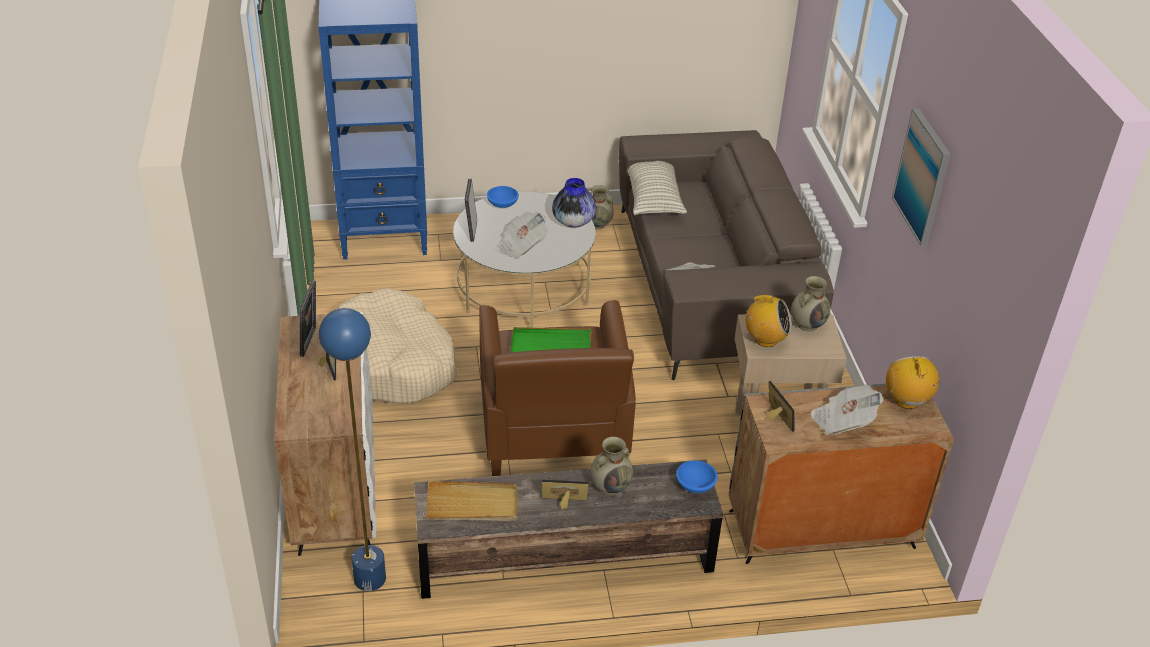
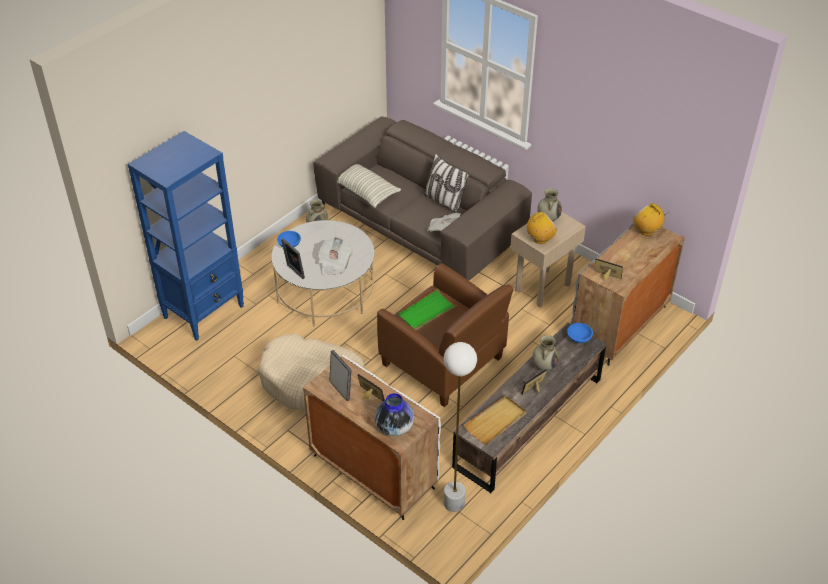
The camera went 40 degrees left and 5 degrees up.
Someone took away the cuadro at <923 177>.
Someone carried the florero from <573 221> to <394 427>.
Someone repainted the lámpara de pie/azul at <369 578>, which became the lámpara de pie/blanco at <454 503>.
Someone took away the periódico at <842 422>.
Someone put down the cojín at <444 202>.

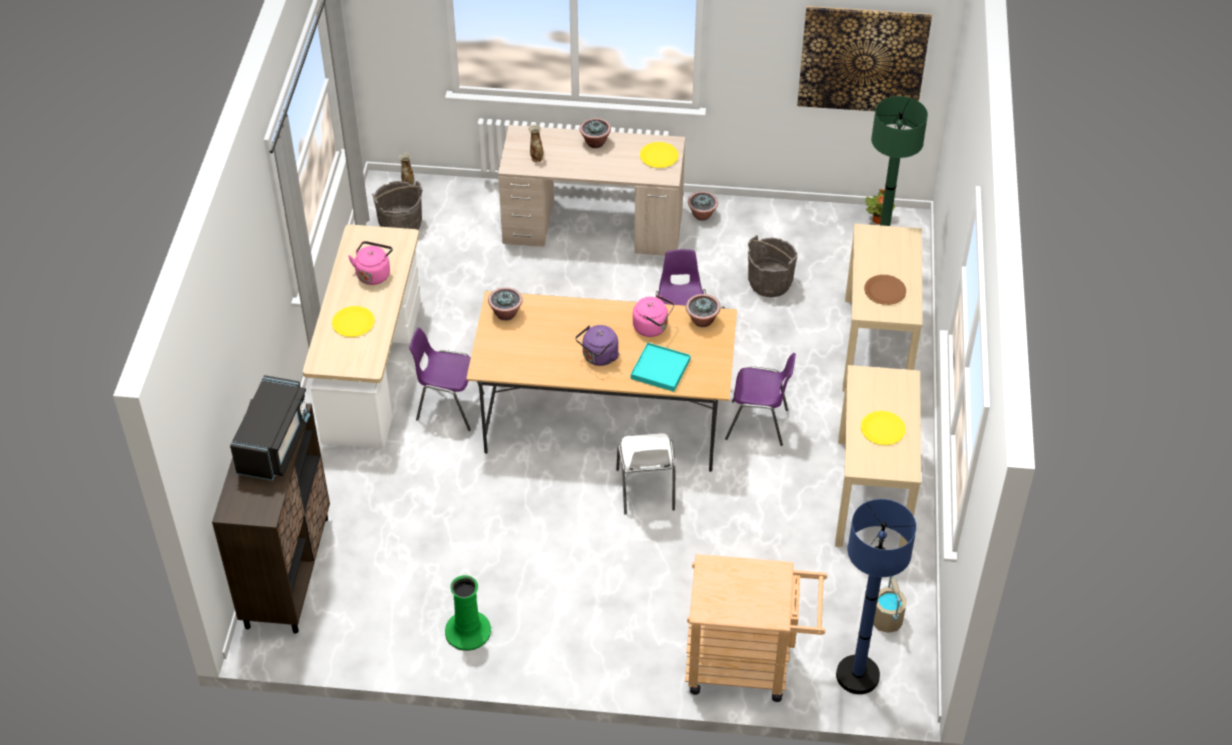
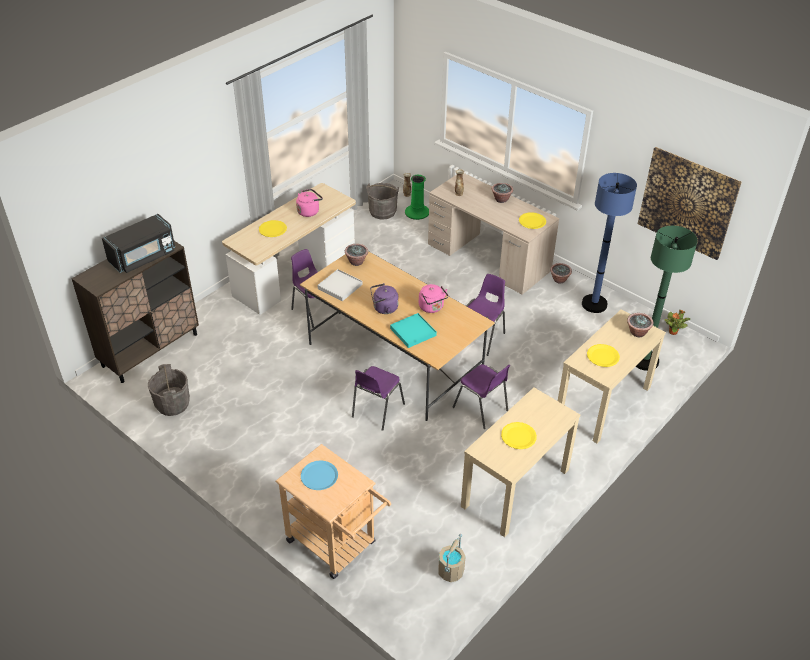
The camera went 35 degrees right and 5 degrees down.
Someone carried the cubo/gris from <770 283> to <173 404>.
Someone repainted the plato/marrón at <885 291>, which became the plato/amarillo at <603 356>.
Someone carried the planta en maceta from <702 321> to <637 333>.
Someone repainted the silla/blanco at <646 491>, which became the silla/morado at <376 411>.
Someone carried the lámpara de pie/azul from <857 675> to <594 304>.
Someone carried the florero/verde from <467 631> to <416 212>.
Someone put down the bandeja/blanco at <340 286>.
Someone put down the plato/azul at <319 476>.

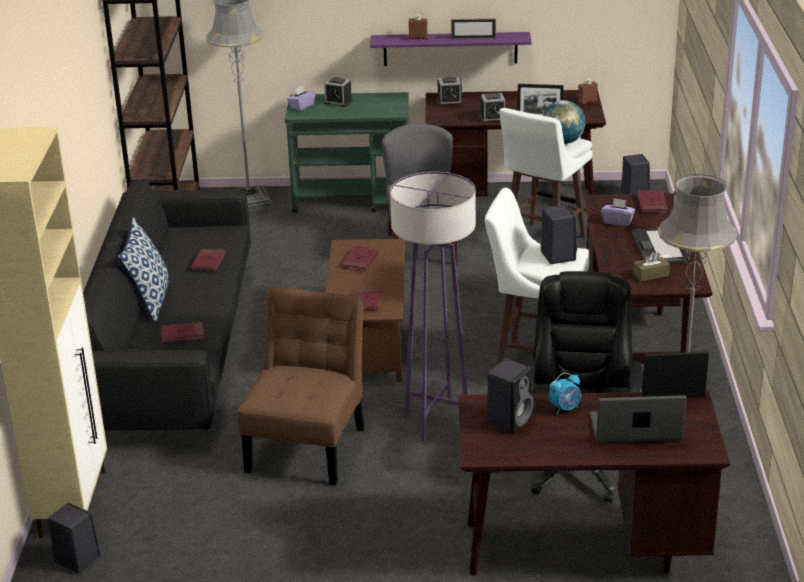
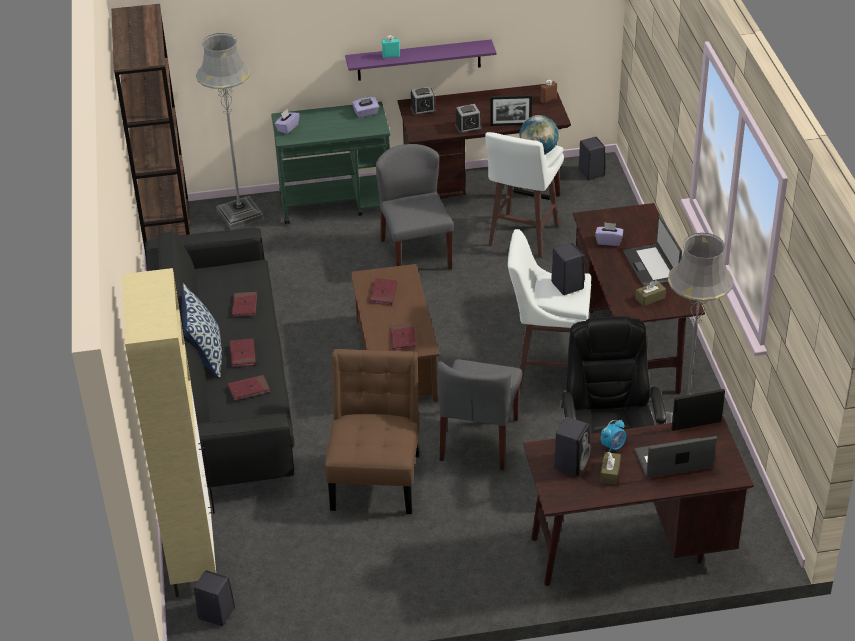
The camera went 10 degrees left and 10 degrees up.
Someone repainted the botella/marrón at <418 38>, which became the botella/turquesa at <391 56>.
Someone took away the portarretratos at <473 38>.
Someone took away the despertador at <338 102>.
Someone swapped the lámpara de pie/morado at <437 421> for the silla/gris at <479 440>.
Someone carried the libro/rojo from <652 204> to <243 354>.
Someone put down the caja de pañuelos/morado at <366 113>.
Someone put down the caja de pañuelos/marrón at <610 472>.

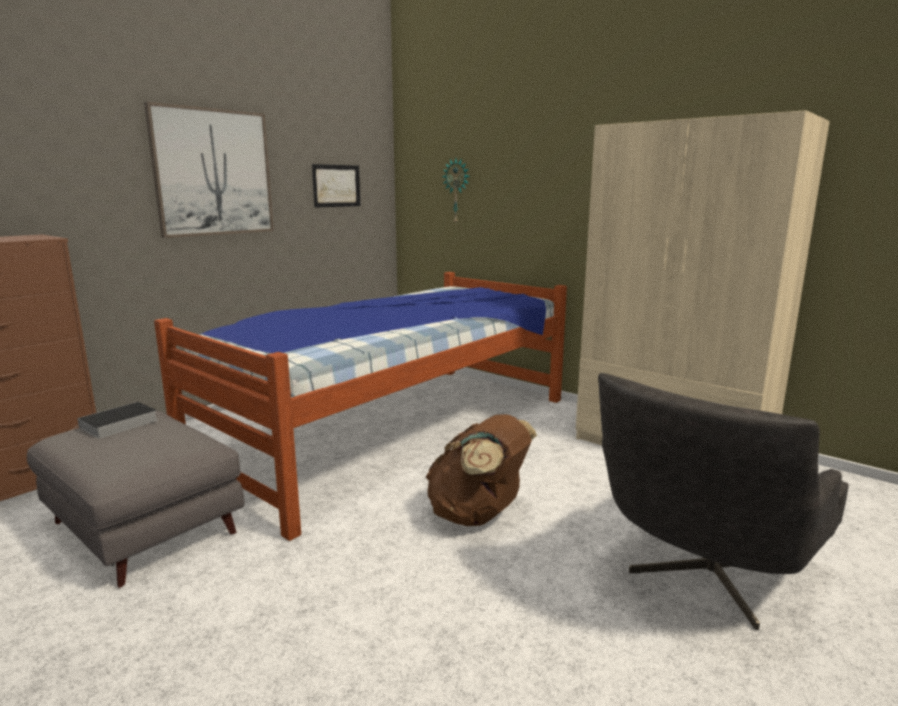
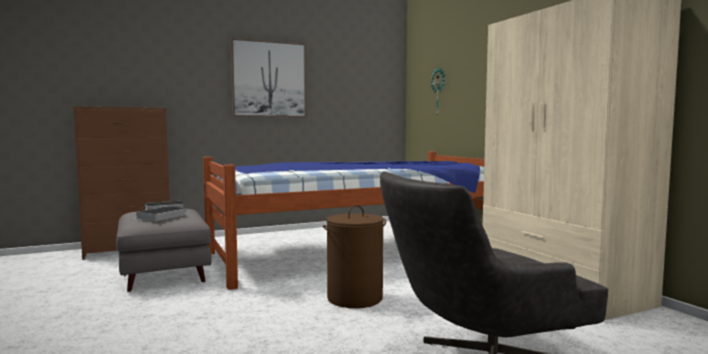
The camera went 25 degrees right and 10 degrees down.
Someone took away the cuadro at <336 186>.
Someone swapped the mochila/marrón at <478 515> for the cesto de la ropa/marrón at <354 298>.
Someone put down the libro at <160 217>.

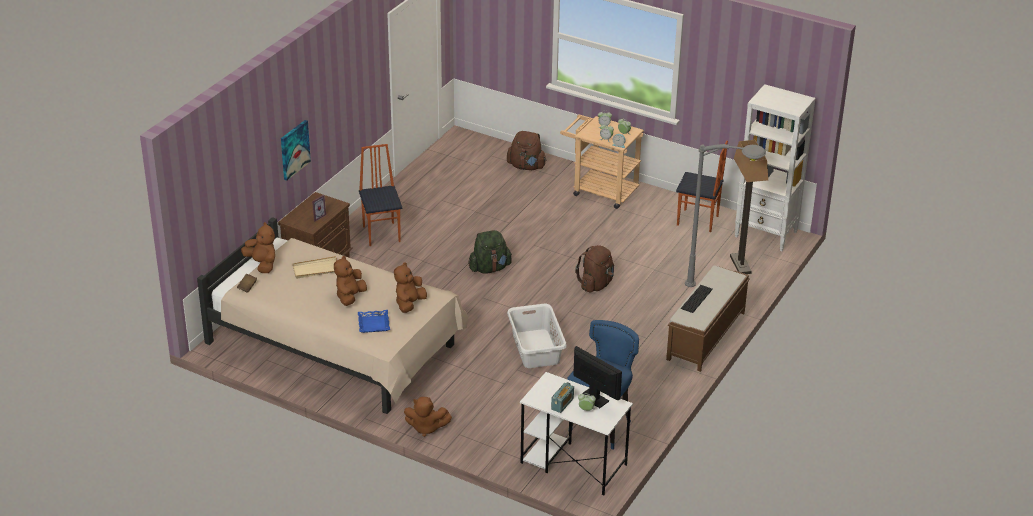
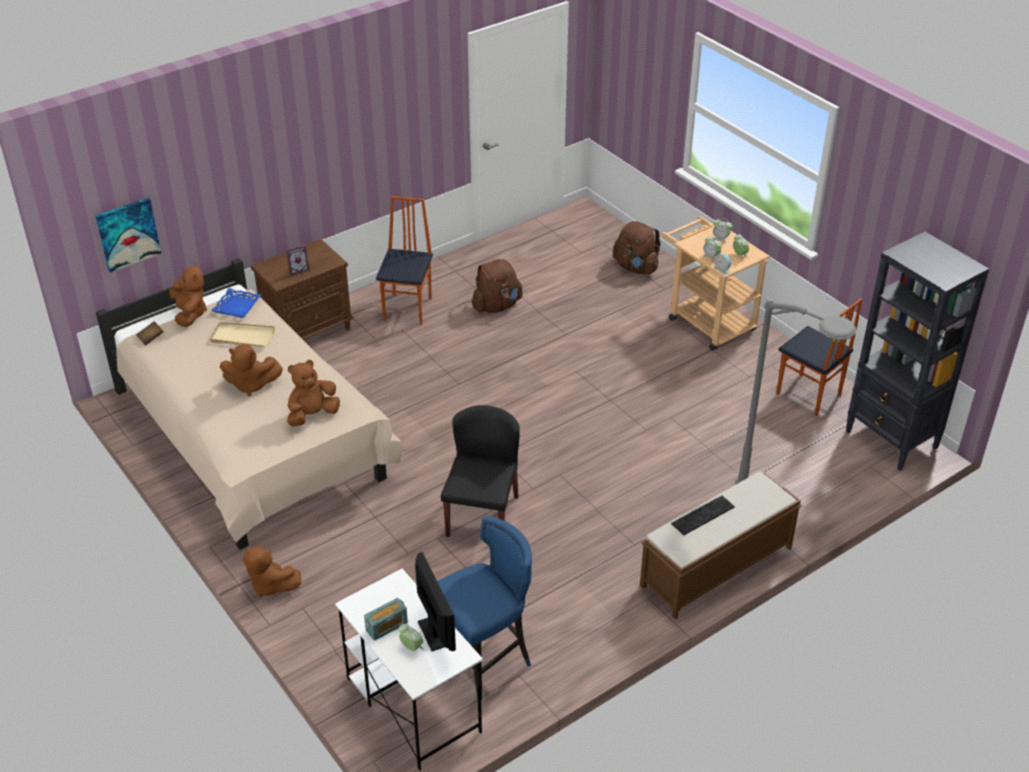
The camera went 25 degrees right and 5 degrees up.
Someone repainted the estantería/blanco at <766 234>, which became the estantería/negro at <892 440>.
Someone carried the cuadro from <294 149> to <128 234>.
Someone took away the lámpara de pie at <740 265>.
Someone took away the mochila/verde at <489 268>.
Someone carried the mochila/marrón from <596 285> to <497 306>.
Someone rotated the peluche/marrón at <350 297> by 135 degrees counterclockwise.
Someone swapped the cesto de la ropa/blanco at <536 348> for the silla/negro at <482 515>.
Someone carried the bandeja/azul from <374 324> to <237 306>.

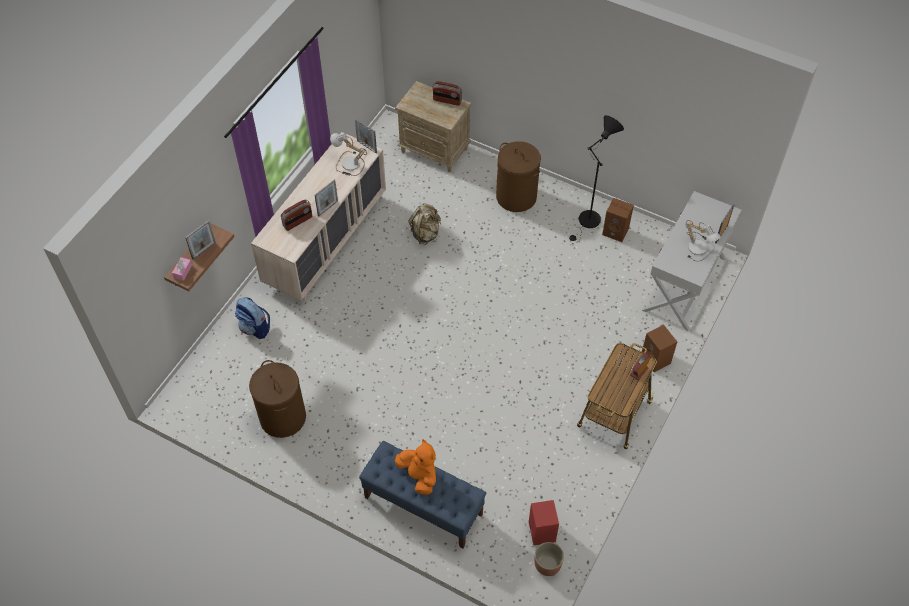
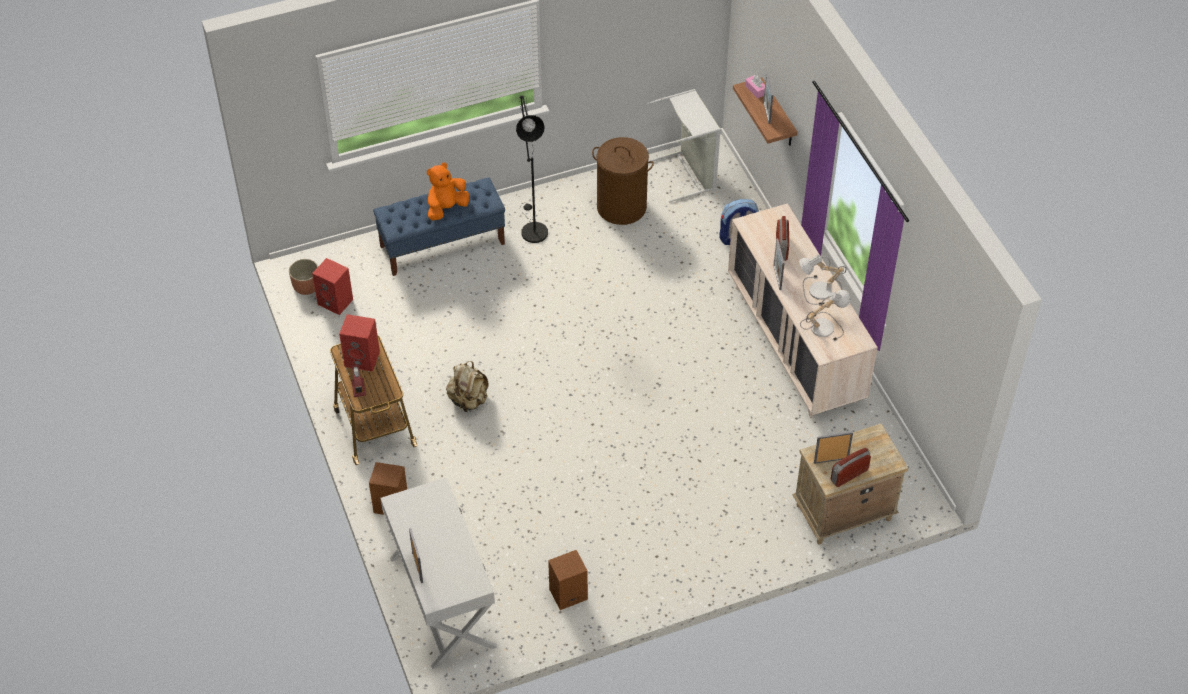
The camera went 130 degrees right and 5 degrees down.
Someone carried the lámpara de pie/negro from <587 223> to <532 229>.
Someone carried the portarretratos from <366 146> to <831 460>.
Someone took away the cesto de la ropa/marrón at <516 197>.
Someone carried the mochila/beis from <426 233> to <468 400>.
Someone carried the lámpara de mesa from <699 247> to <819 293>.
Someone rotated the peluche/naranja at <419 475> by 135 degrees clockwise.
Someone put down the cesto de la ropa/gris at <688 173>.
Someone put down the altavoz/rojo at <363 359>.

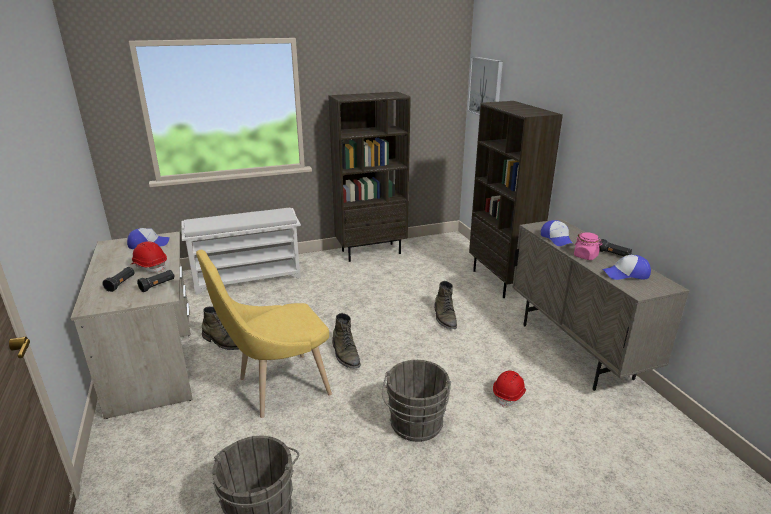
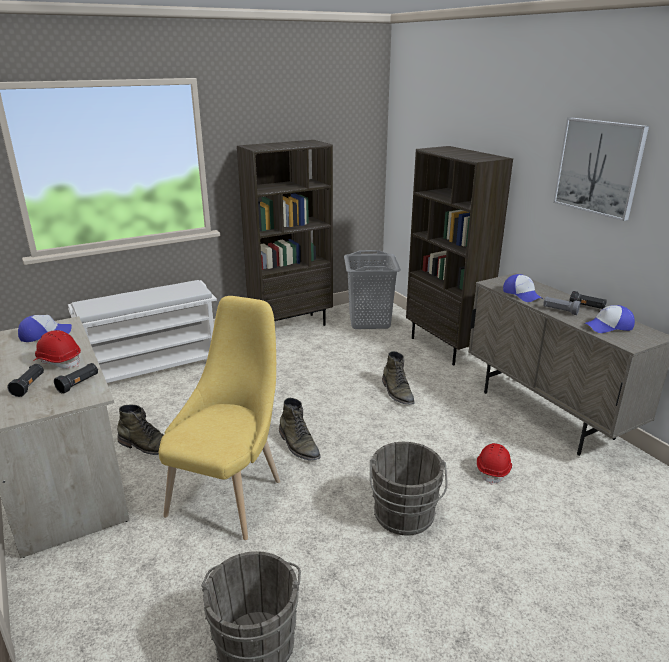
The camera went 10 degrees left and 0 degrees up.
Someone carried the cuadro from <485 87> to <599 167>.
Someone swapped the tarro/rosa at <585 256> for the linterna/gris at <560 311>.
Someone rotated the silla/amarillo at <277 388> by 150 degrees clockwise.
Someone put down the cesto de la ropa/gris at <369 321>.

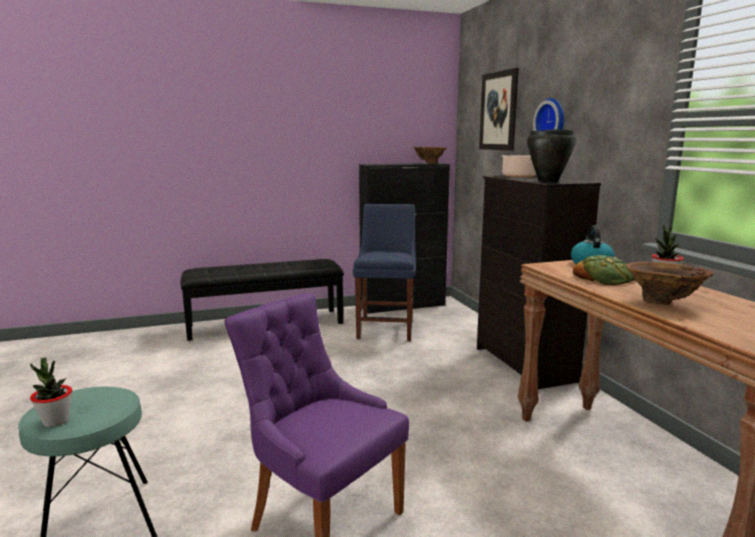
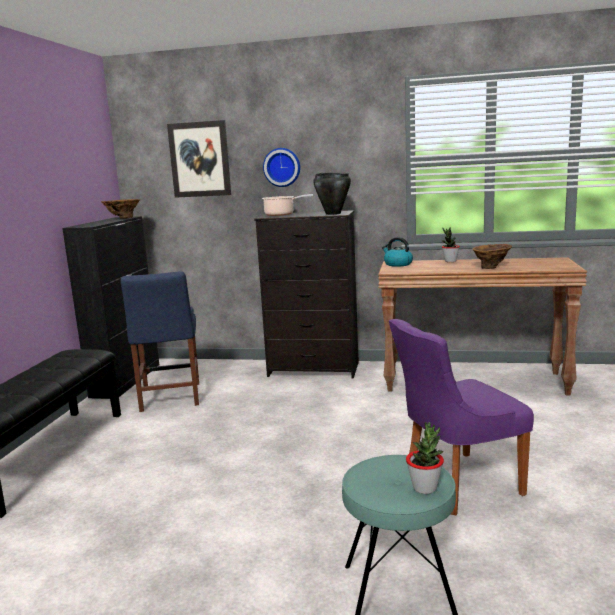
The camera went 60 degrees left and 0 degrees up.
Someone rotated the silla/azul at <386 328> by 135 degrees counterclockwise.
Someone took away the pan at <604 277>.

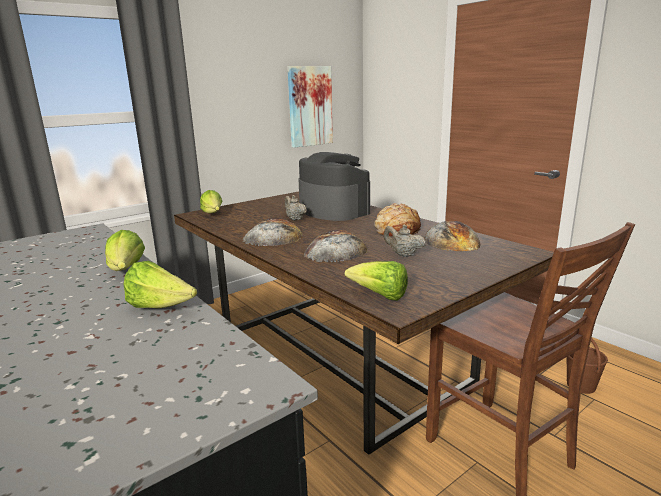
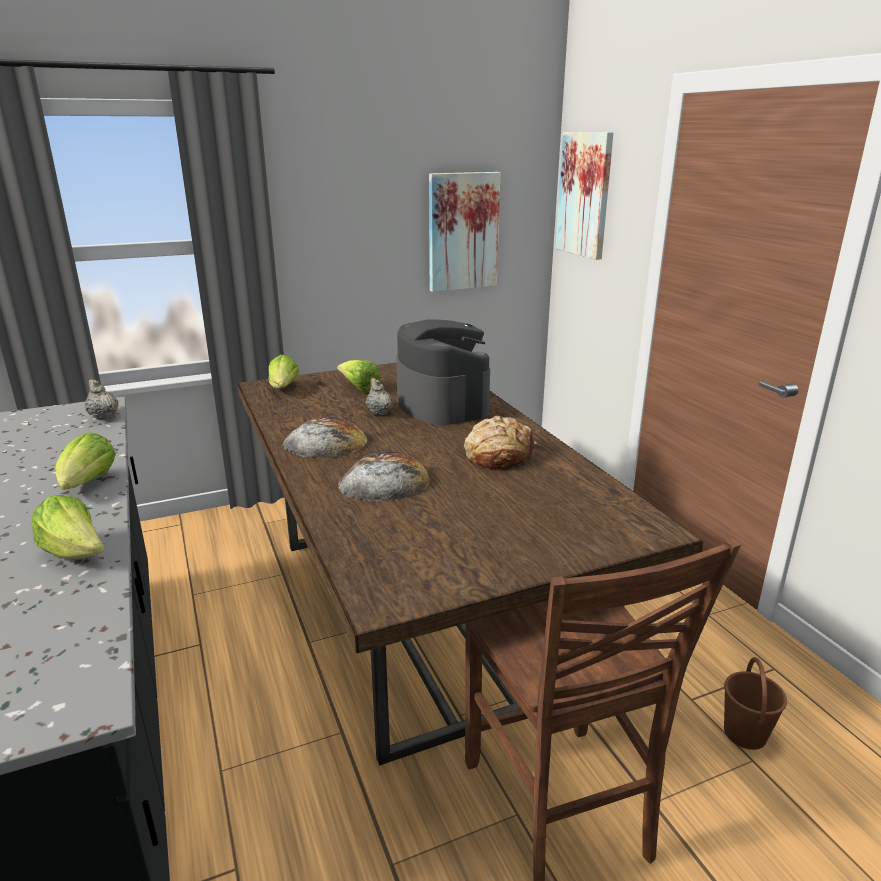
The camera went 15 degrees right and 5 degrees up.
Someone took away the pan at <451 240>.
Someone carried the tetera/beis from <403 255> to <103 417>.
Someone carried the lechuga from <379 296> to <359 388>.
Someone put up the cuadro at <585 194>.

